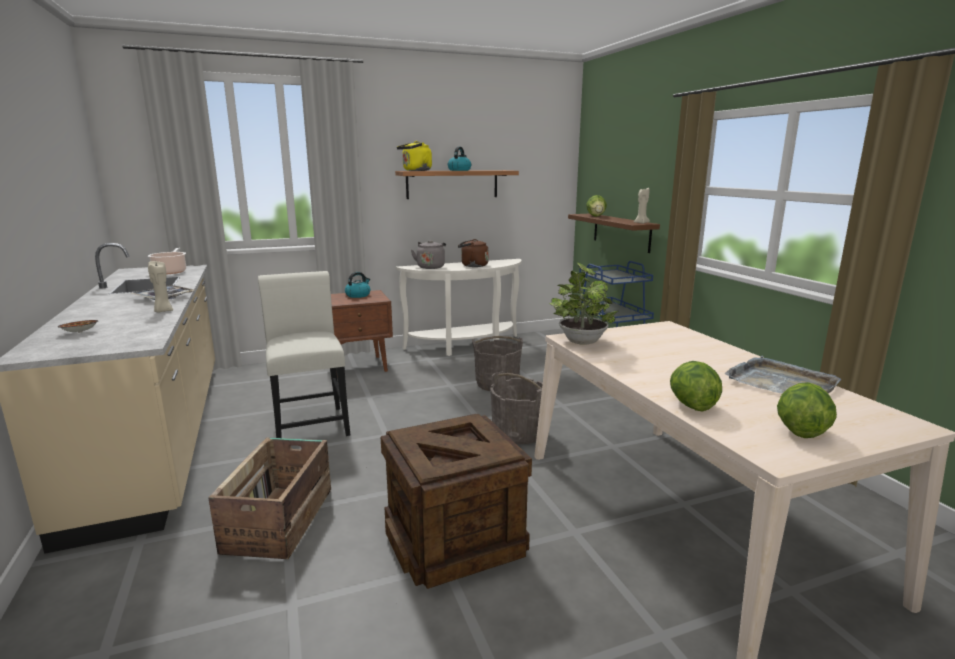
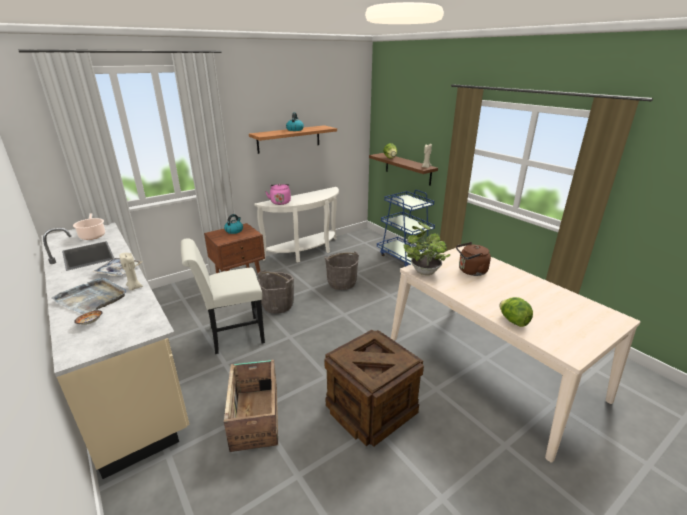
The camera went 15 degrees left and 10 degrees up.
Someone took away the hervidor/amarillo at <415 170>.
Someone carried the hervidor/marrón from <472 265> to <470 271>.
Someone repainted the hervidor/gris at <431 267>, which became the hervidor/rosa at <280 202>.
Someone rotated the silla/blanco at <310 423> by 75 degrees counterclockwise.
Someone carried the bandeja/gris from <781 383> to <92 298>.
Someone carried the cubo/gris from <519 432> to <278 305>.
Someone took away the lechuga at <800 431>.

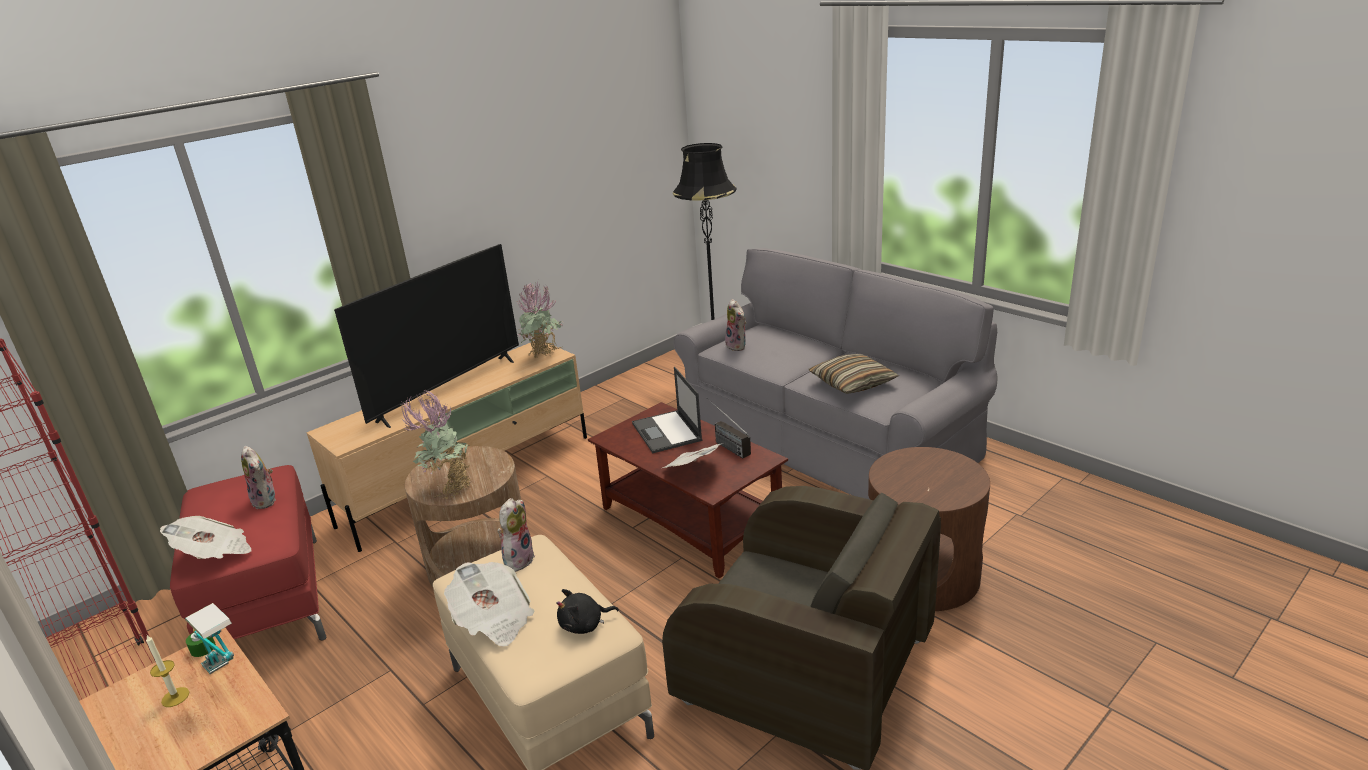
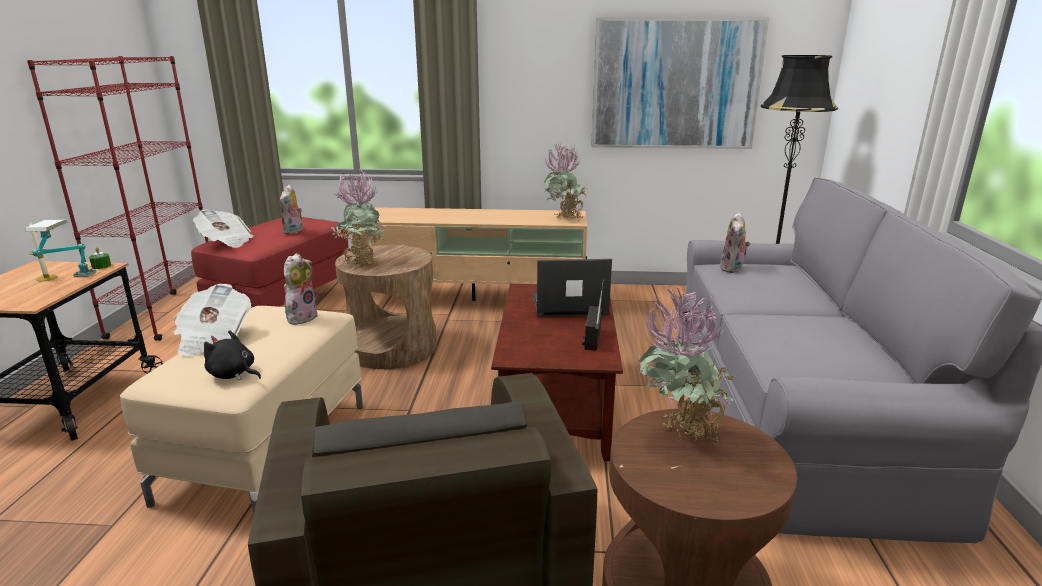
The camera went 45 degrees right and 5 degrees down.
Someone took away the televisor at <448 390>.
Someone took away the cojín at <852 383>.
Someone rotated the portátil at <667 432> by 60 degrees clockwise.
Someone took away the periódico at <693 470>.
Someone rotated the peluche at <518 559> by 45 degrees counterclockwise.
Someone put up the cuadro at <674 84>.
Someone put down the planta en maceta at <680 437>.

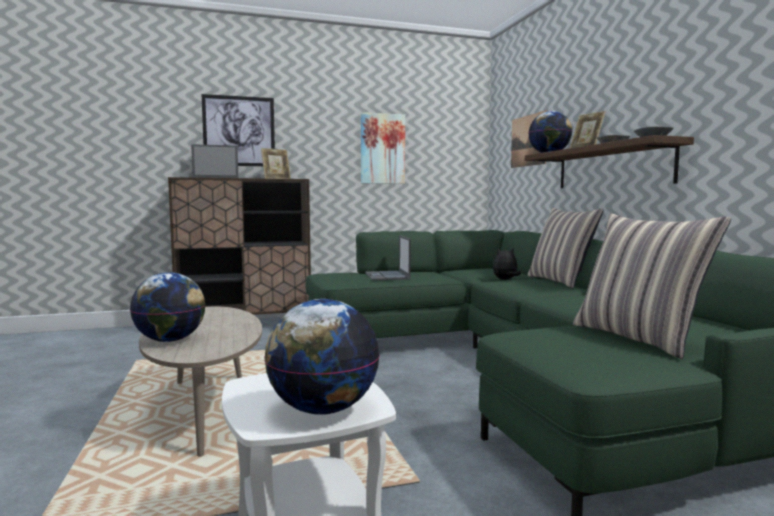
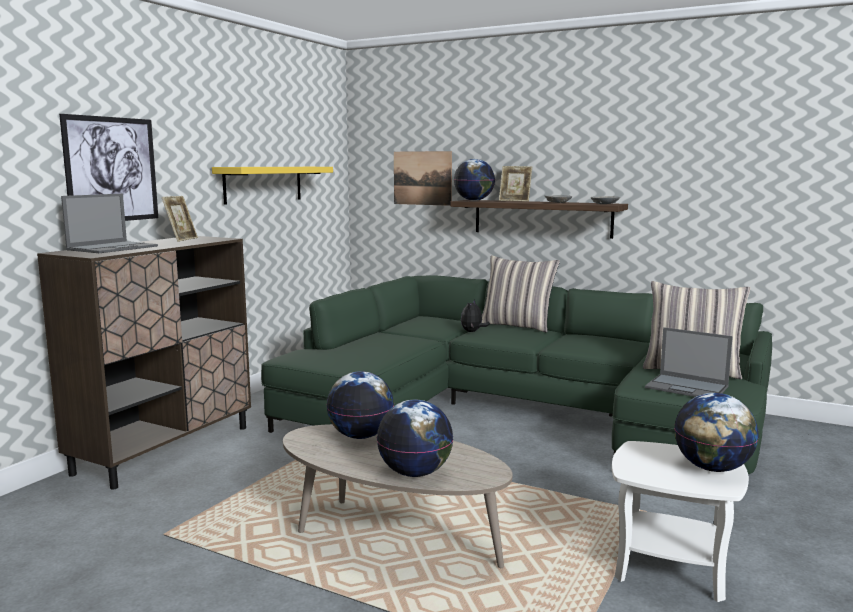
The camera went 45 degrees left and 5 degrees up.
Someone swapped the cuadro at <382 149> for the estante/amarillo at <263 184>.
Someone carried the portátil from <387 276> to <687 387>.
Someone put down the globo terráqueo at <361 436>.

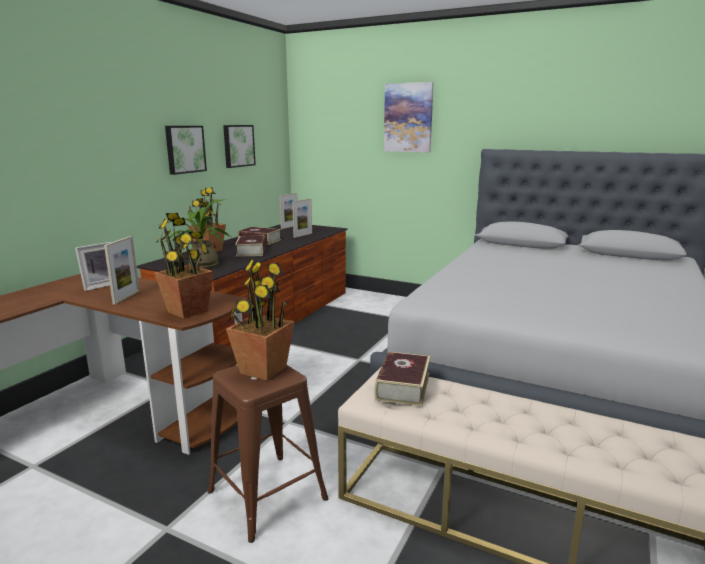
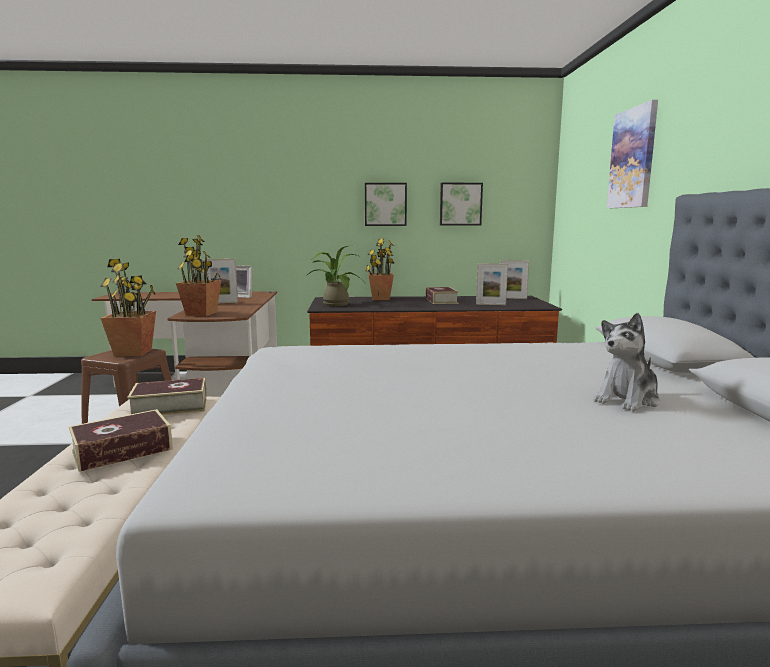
The camera went 60 degrees right and 5 degrees down.
Someone carried the libro from <251 251> to <122 450>.
Someone put down the peluche at <627 400>.

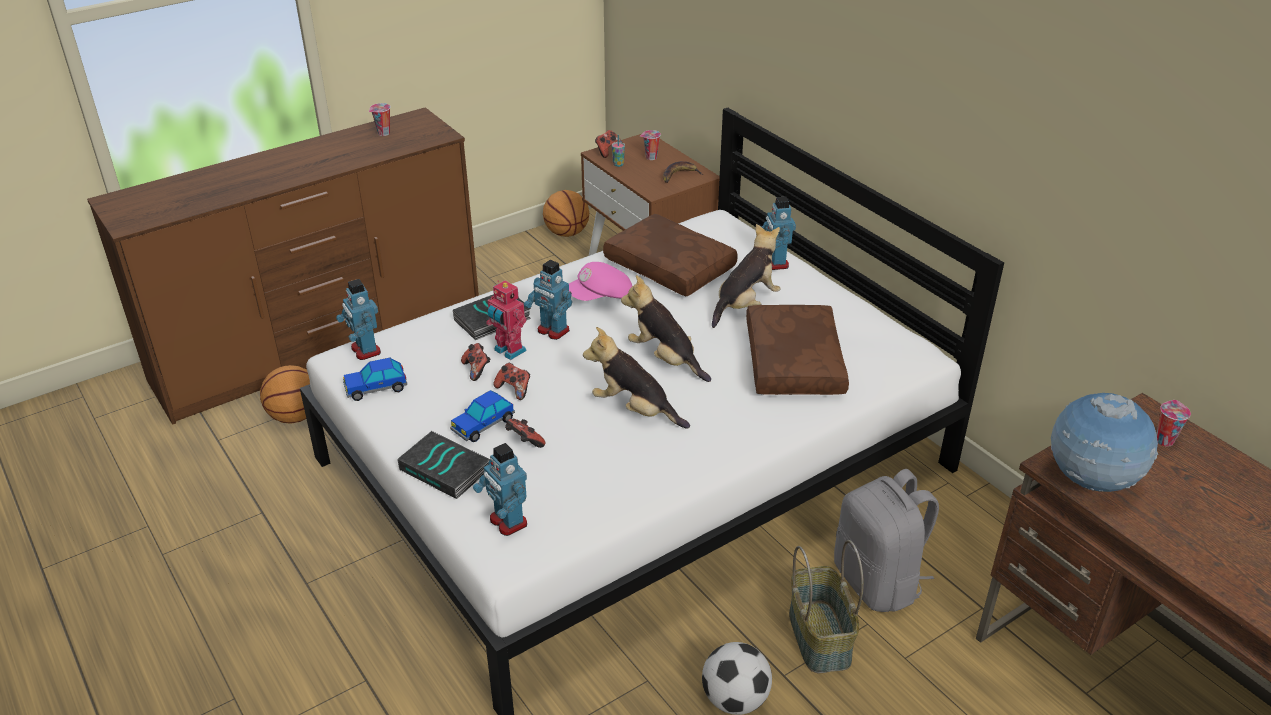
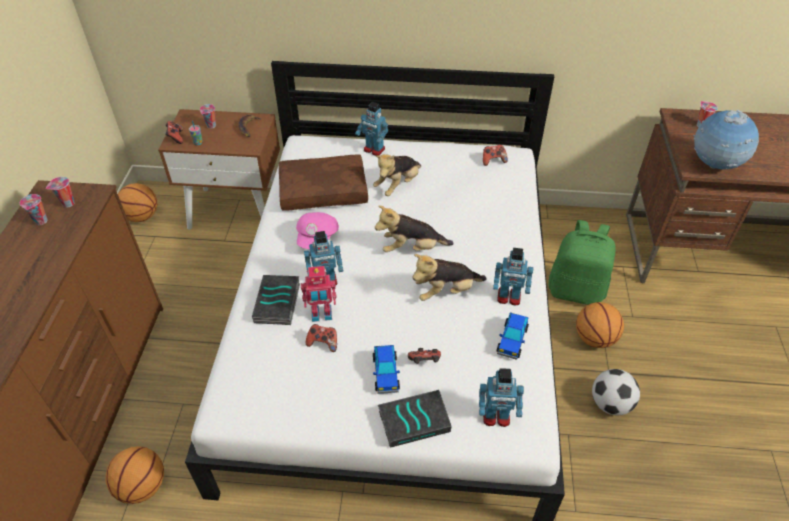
The camera went 50 degrees left and 10 degrees up.
Someone rotated the peluche at <745 304> by 135 degrees counterclockwise.
Someone carried the robot de juguete from <365 350> to <509 297>.
Someone took away the cojín/marrón at <791 362>.
Someone carried the coche de juguete from <376 388> to <512 340>.
Someone carried the mando de consola from <514 389> to <493 160>.
Someone repainted the mochila/gris at <878 582>, which became the mochila/verde at <576 290>.
Someone swapped the cesta at <821 637> for the balón de baloncesto at <595 339>.
Someone put down the taza at <67 204>.

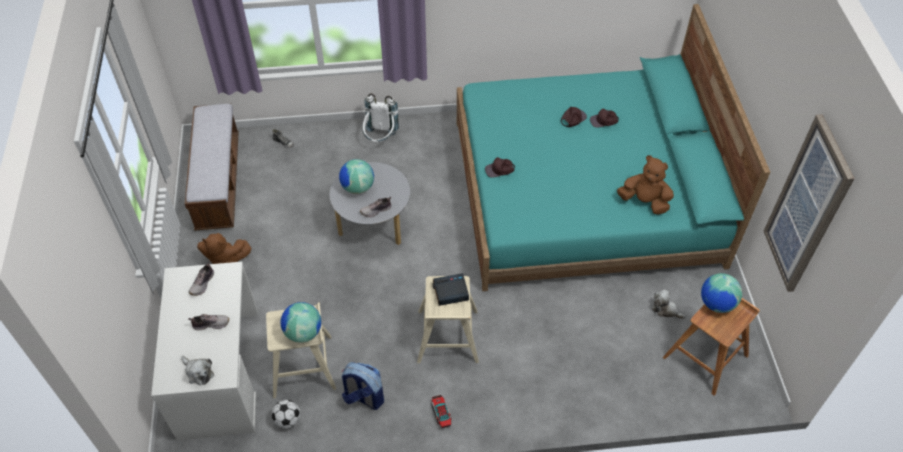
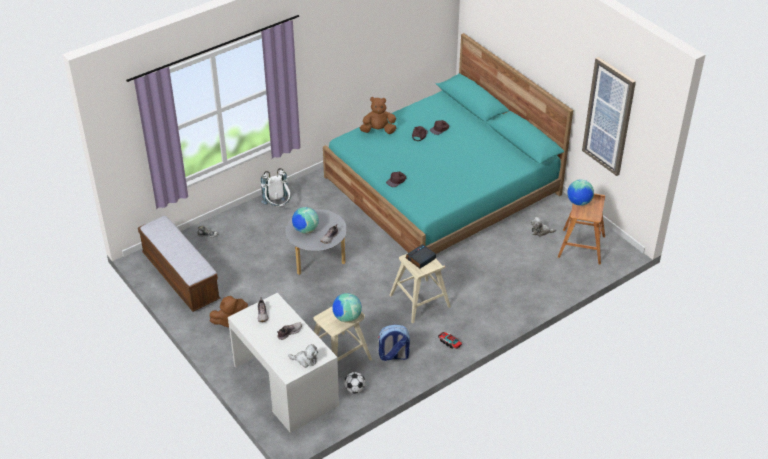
The camera went 30 degrees left and 10 degrees down.
Someone carried the peluche/marrón from <644 201> to <378 130>.

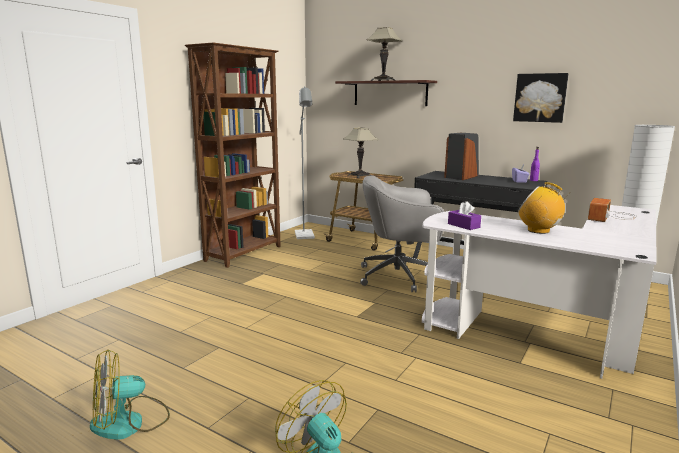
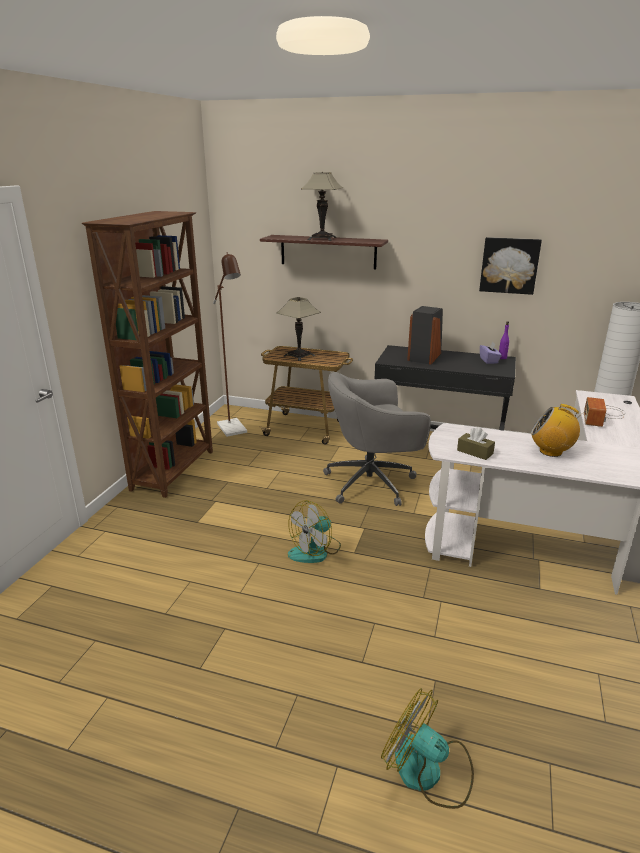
The camera went 15 degrees left and 10 degrees up.
Someone repainted the lámpara de pie/gris at <305 236>, which became the lámpara de pie/marrón at <234 430>.
Someone repainted the caja de pañuelos/morado at <463 225>, which became the caja de pañuelos/marrón at <475 452>.
Someone carried the ventilador from <130 422> to <315 550>.

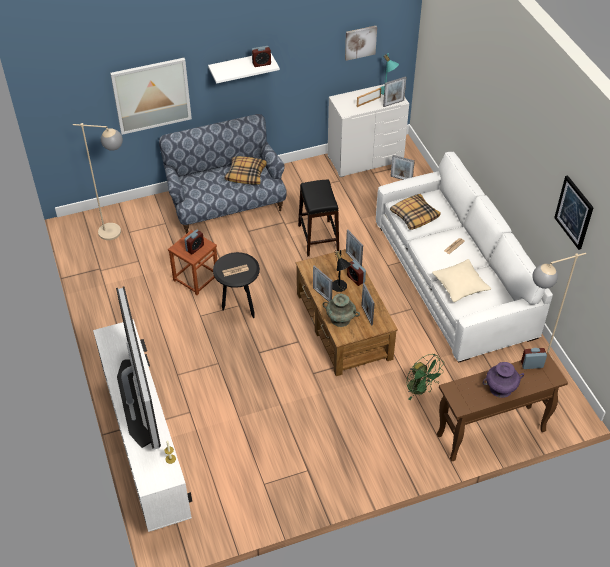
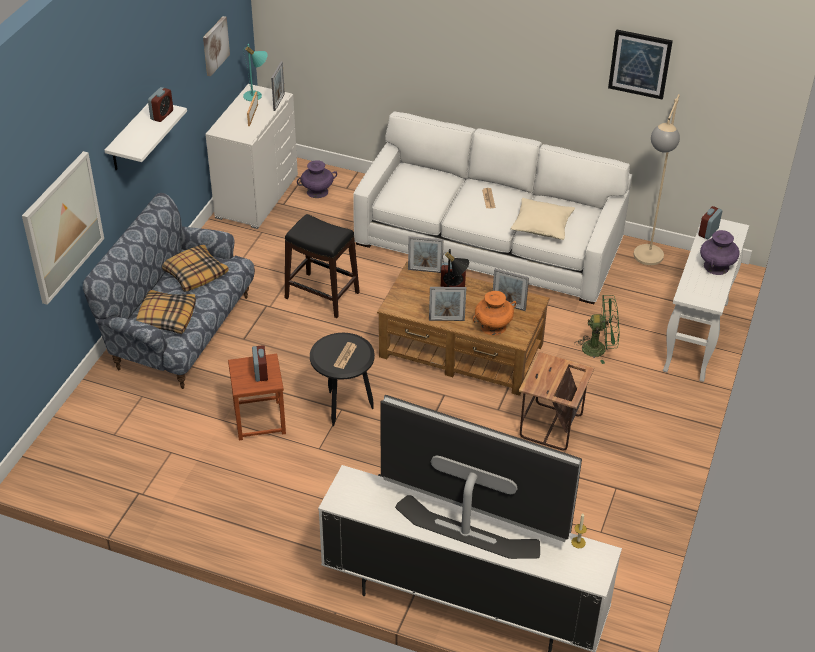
The camera went 50 degrees left and 5 degrees down.
Someone took away the lámpara de pie/beis at <118 232>.
Someone swapped the portarretratos at <401 179> for the florero/morado at <317 192>.
Someone carried the cojín from <414 215> to <166 318>.
Someone repainted the florero/turquesa at <340 319>, which became the florero/naranja at <493 326>.
Someone repainted the mesa consola/marrón at <490 433>, which became the mesa consola/blanco at <696 337>.
Someone put down the mesa auxiliar at <550 427>.

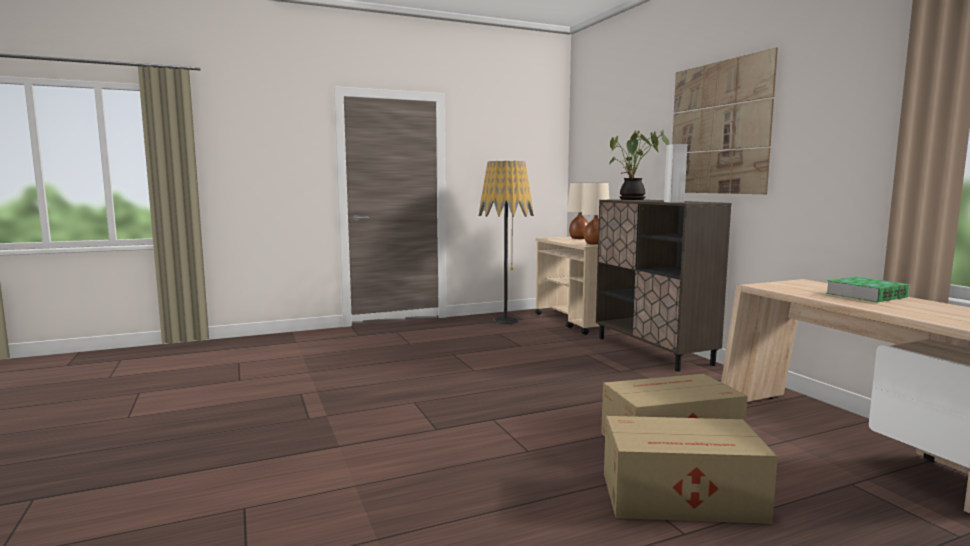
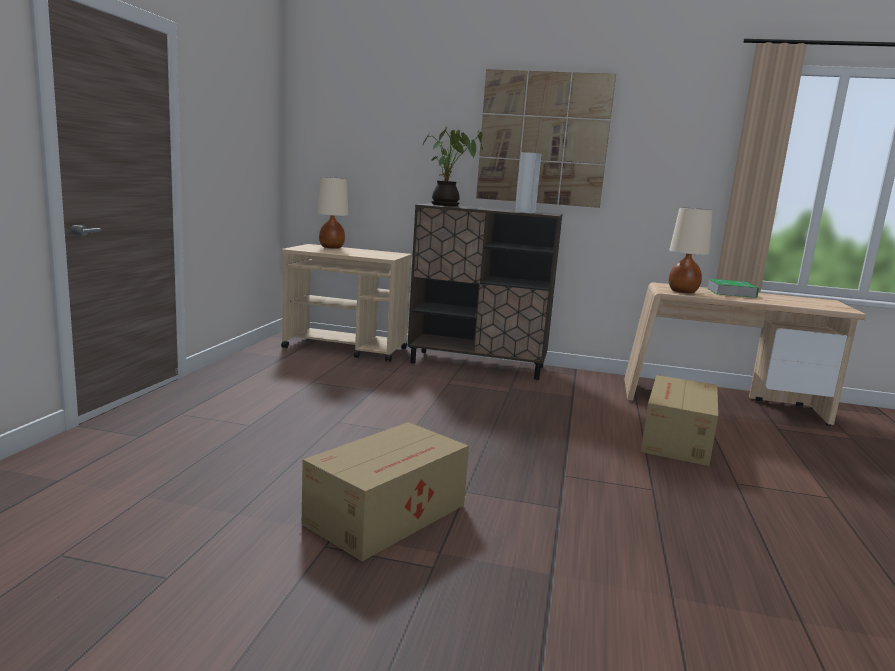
The camera went 55 degrees left and 5 degrees up.
Someone took away the lámpara de pie at <505 321>.
Someone carried the lámpara de mesa/beis from <595 244> to <683 292>.
Someone carried the caja de cartón from <684 497> to <389 514>.

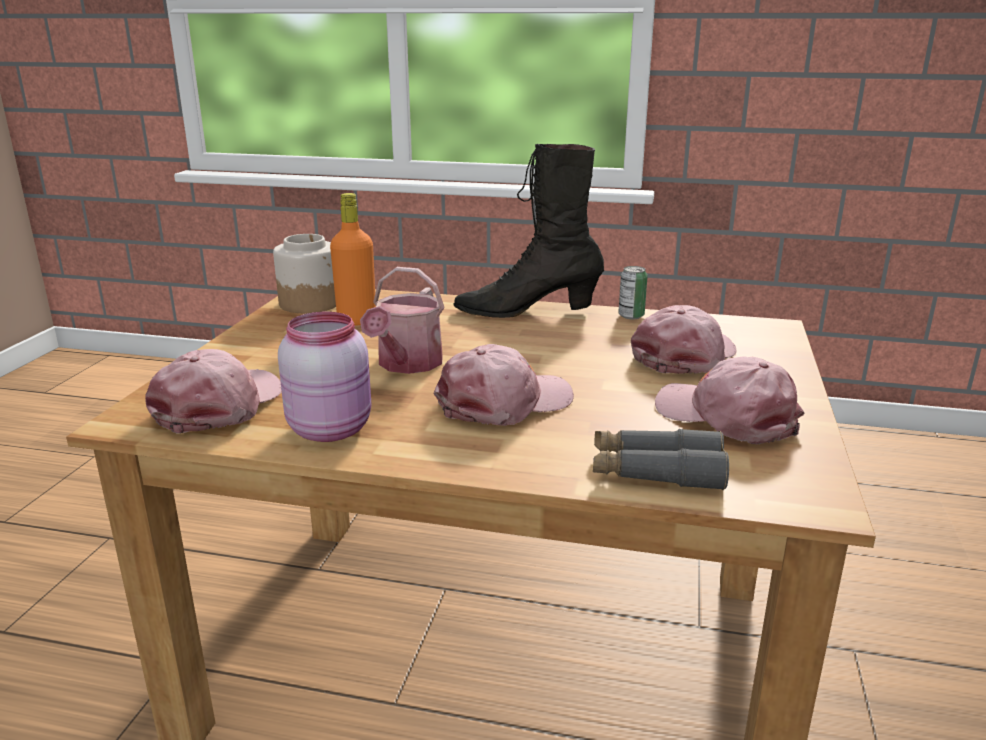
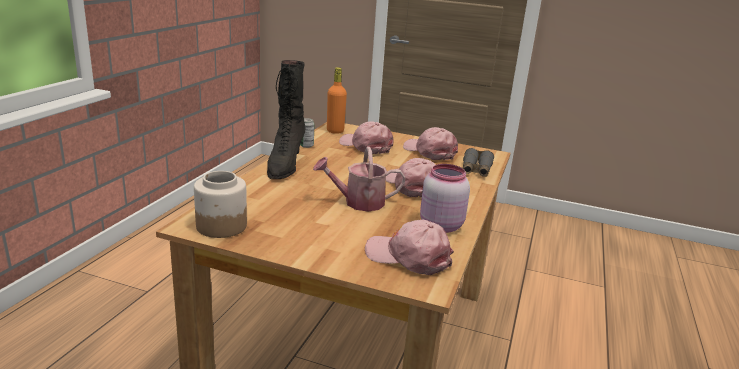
The camera went 85 degrees left and 0 degrees up.
Someone carried the botella/naranja from <357 320> to <335 131>.
Someone rotated the regadera at <406 364> by 150 degrees clockwise.
Someone rotated the gorra/rosa at <727 416> by 90 degrees clockwise.

